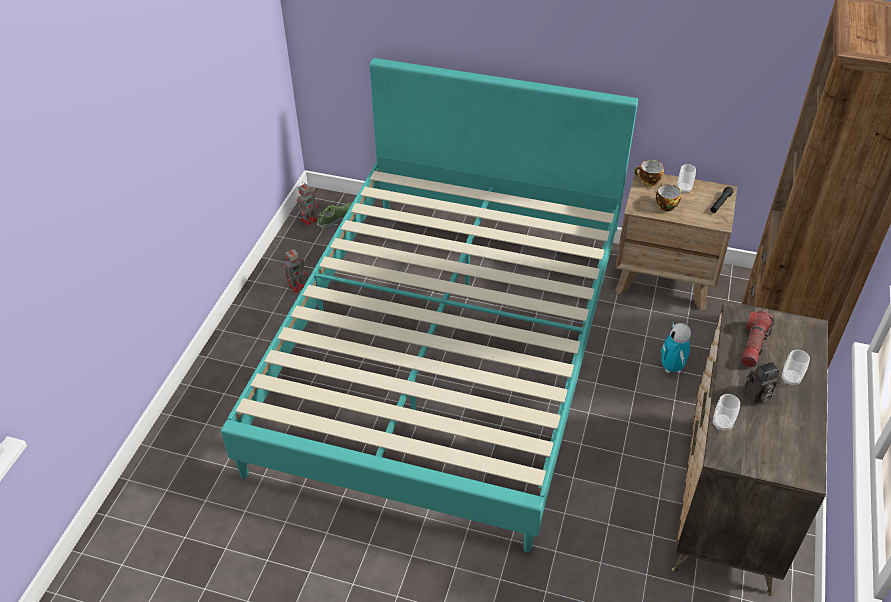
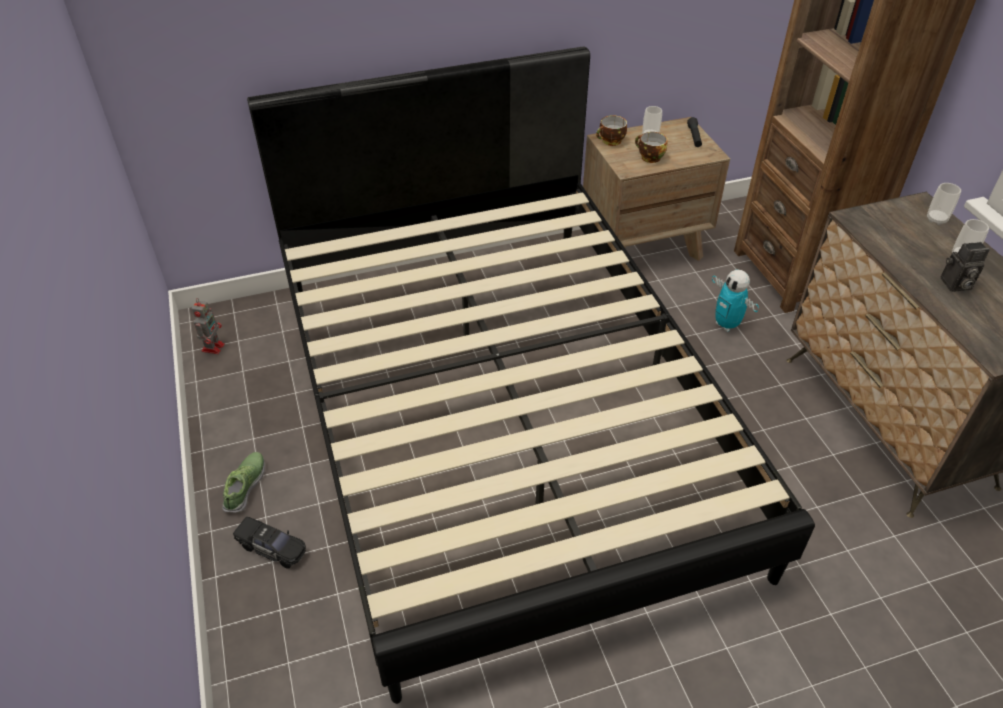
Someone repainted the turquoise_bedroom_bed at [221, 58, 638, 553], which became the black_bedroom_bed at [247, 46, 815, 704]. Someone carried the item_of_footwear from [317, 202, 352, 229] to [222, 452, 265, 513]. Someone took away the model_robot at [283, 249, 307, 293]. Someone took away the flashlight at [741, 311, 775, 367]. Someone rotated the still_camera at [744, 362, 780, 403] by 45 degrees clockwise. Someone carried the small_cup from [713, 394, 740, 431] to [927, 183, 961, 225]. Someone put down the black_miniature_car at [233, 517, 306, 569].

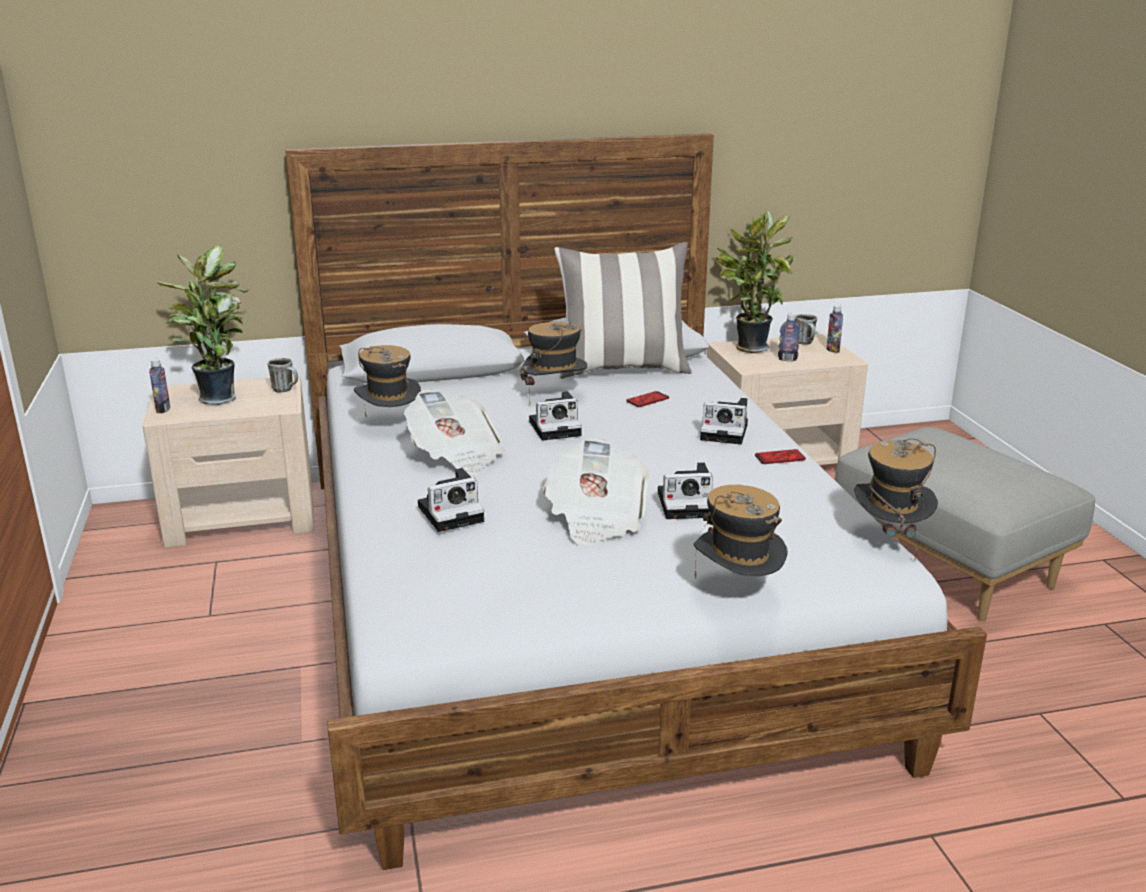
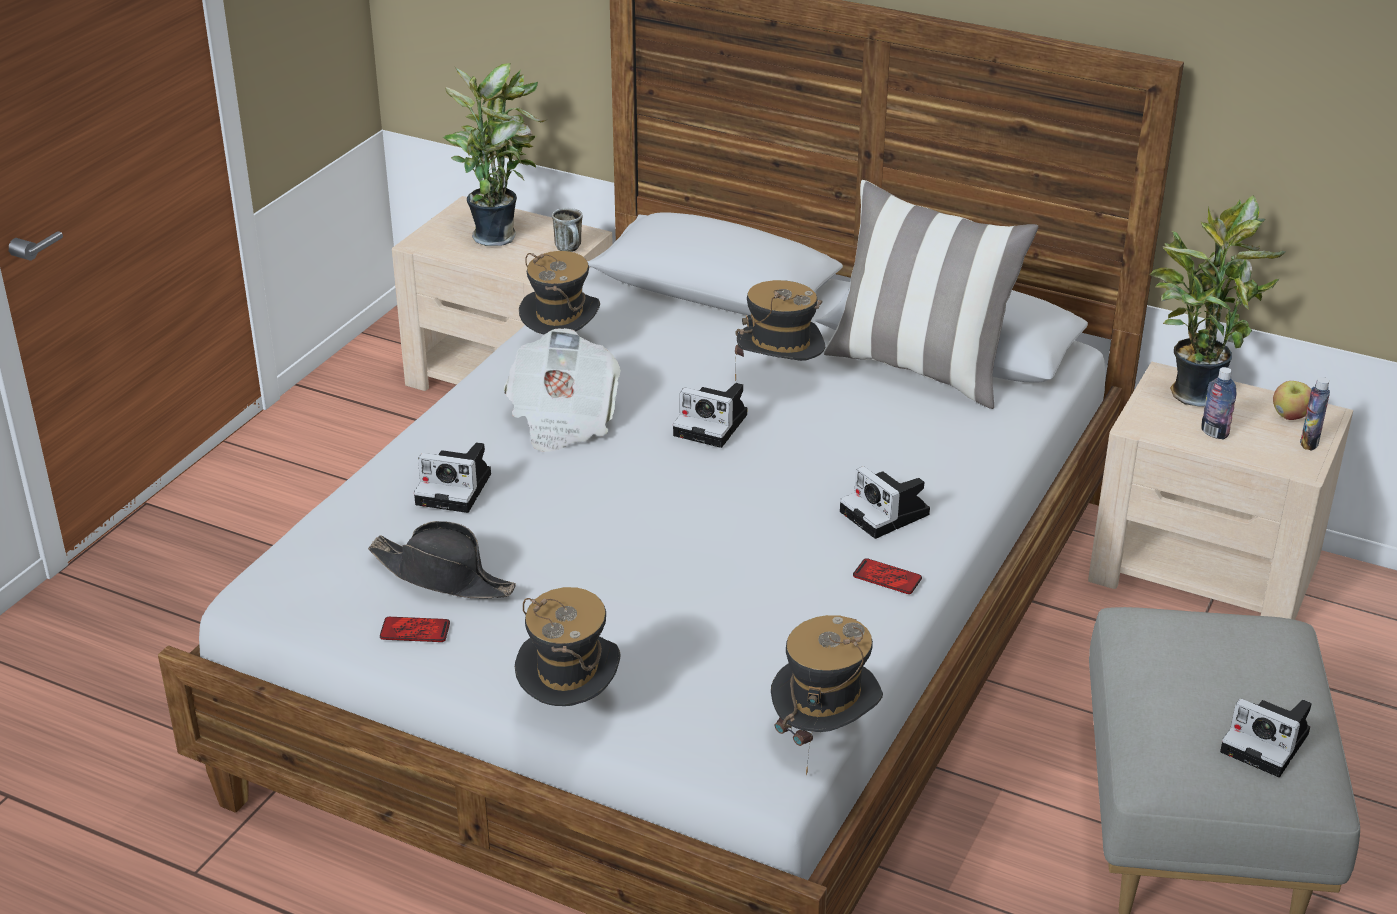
Someone swapped the tea_mug at [795, 314, 817, 345] for the apple_fruit at [1273, 381, 1311, 420]. Someone took away the bottle at [149, 359, 171, 413]. Someone carried the telephone from [626, 391, 669, 407] to [380, 617, 450, 642]. Someone took away the daily_paper at [543, 438, 649, 545]. Someone carried the still_camera from [658, 462, 713, 519] to [1220, 699, 1312, 777]. Someone put down the black_wearable_hat at [368, 521, 516, 598].

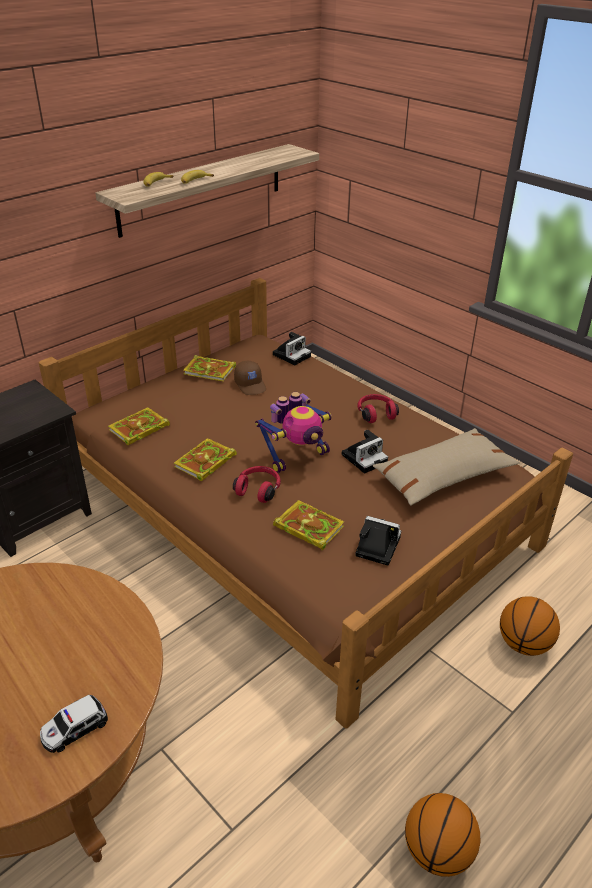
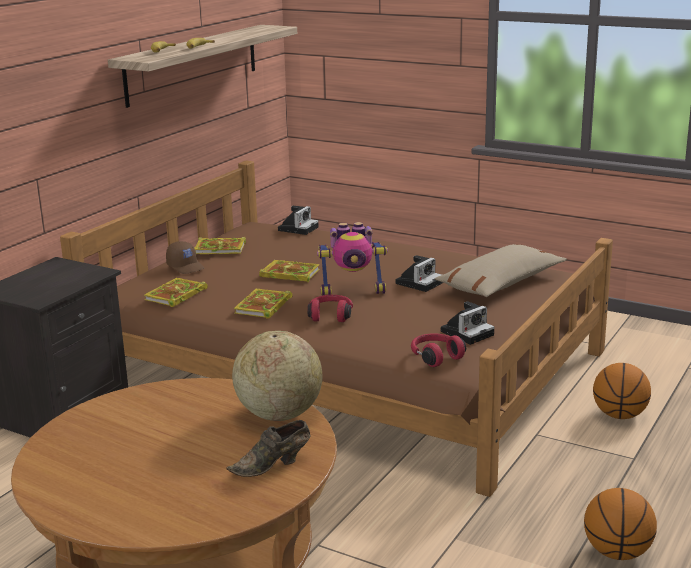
Someone carried the brown_cap from [234, 361, 266, 395] to [166, 241, 204, 274]. Someone rotated the model_robot at [255, 392, 332, 473] by 45 degrees clockwise. Someone carried the red_headset from [358, 394, 399, 423] to [411, 333, 466, 367]. Someone carried the volume from [273, 500, 344, 550] to [259, 260, 320, 282]. Someone rotated the still_camera at [355, 516, 401, 566] by 135 degrees clockwise. Someone swapped the miniature_car at [40, 695, 108, 753] for the brown_item_of_footwear at [226, 420, 310, 477]. Someone put down the globe at [232, 331, 322, 421].

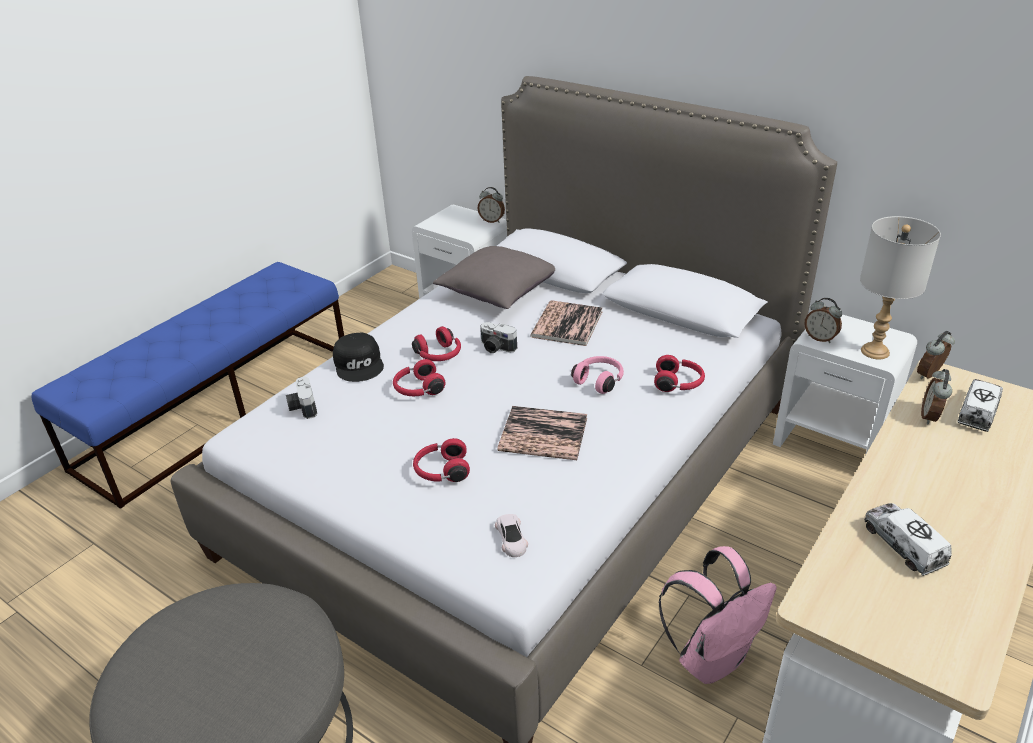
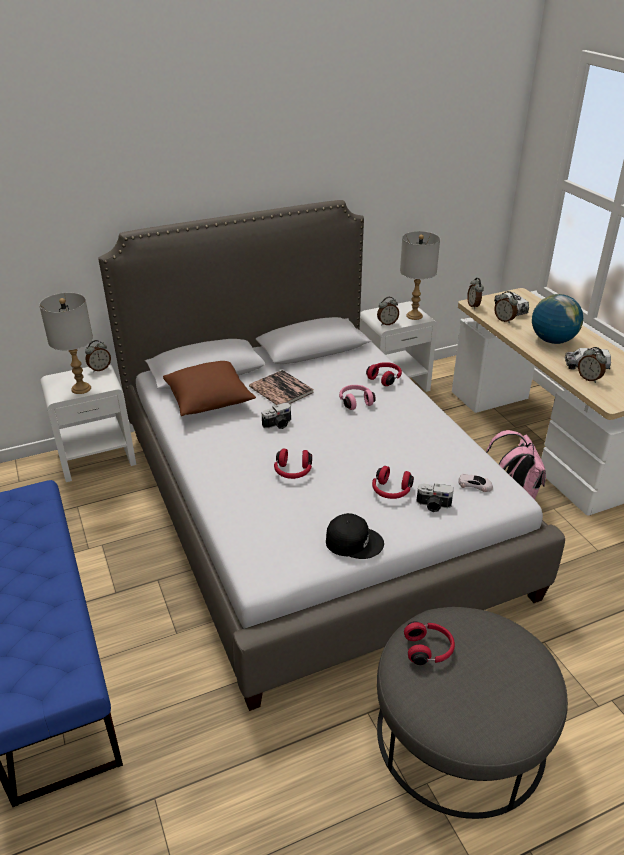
Someone repainted the greyish_cushion at [433, 246, 555, 309], which became the brown_cushion at [163, 361, 256, 416]. Someone carried the red_headset from [412, 326, 461, 361] to [404, 621, 455, 665]. Someone carried the black_cap from [333, 333, 384, 382] to [326, 513, 384, 559]. Someone carried the still_camera from [286, 376, 318, 419] to [416, 483, 454, 512]. Someone took away the volume at [497, 406, 587, 460]. Someone put down the greyish_table_lamp at [39, 292, 93, 394]. Someone put down the globe at [532, 294, 583, 344]. Someone put down the alarm_clock at [578, 347, 607, 383].

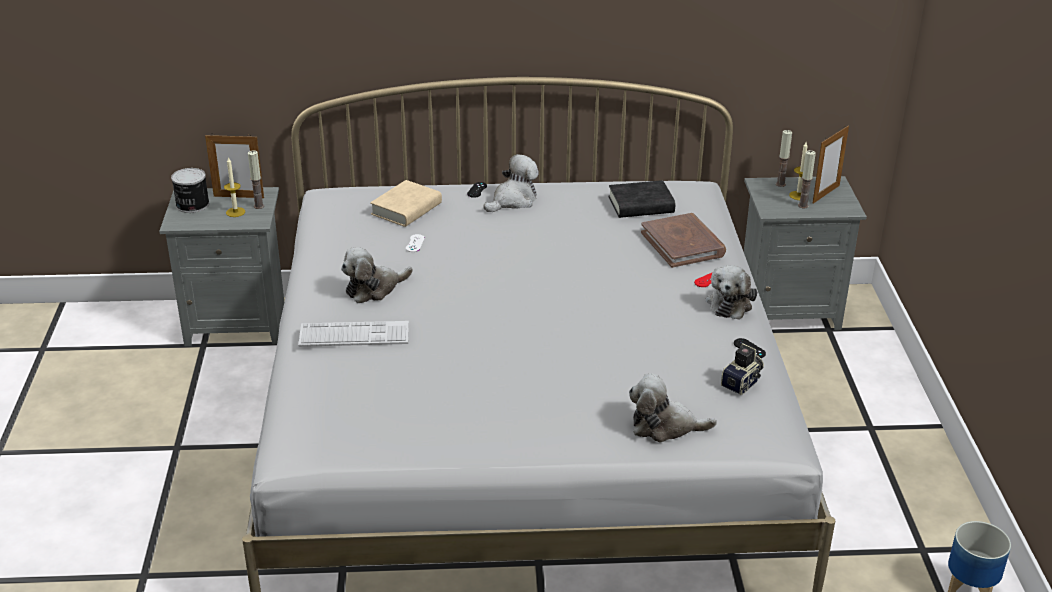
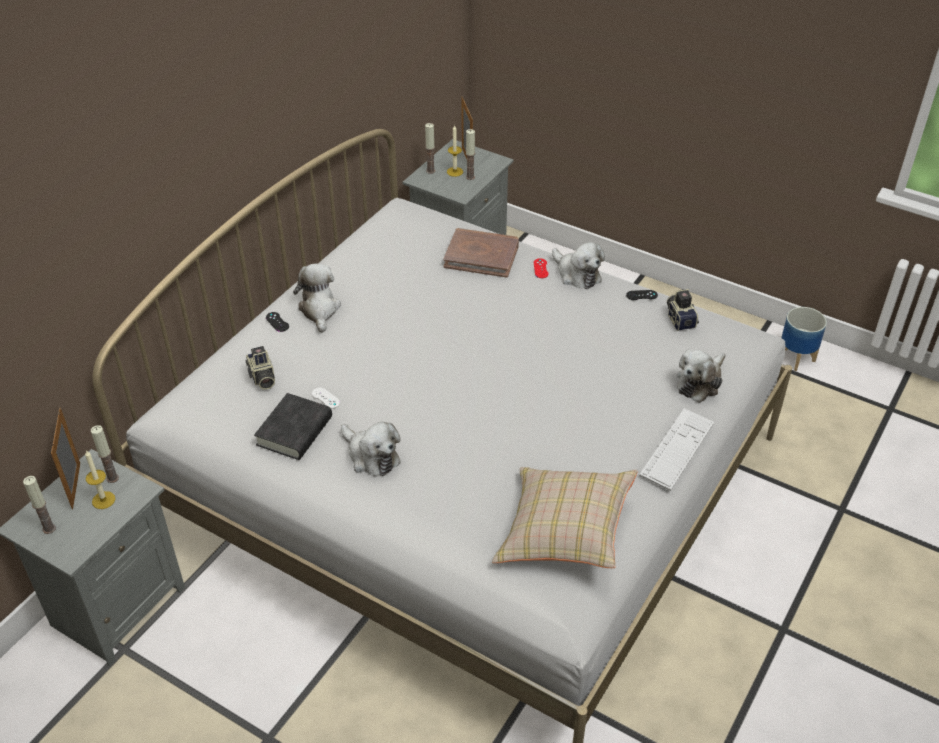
Someone rotated the photo_frame at [205, 133, 264, 198] by 135 degrees clockwise. Someone swapped the sealed_can at [171, 168, 210, 213] for the candle at [23, 476, 56, 534]. Someone swapped the sand-coloured_volume at [370, 180, 442, 227] for the still_camera at [245, 346, 275, 390]. Someone carried the black_volume from [608, 180, 675, 218] to [254, 393, 332, 460]. Someone rotated the cuddly_toy at [341, 247, 413, 303] by 45 degrees counterclockwise. Someone carried the computer_keyboard from [298, 321, 409, 347] to [639, 409, 714, 491]. Someone put down the sand-coloured_cushion at [492, 467, 637, 568].

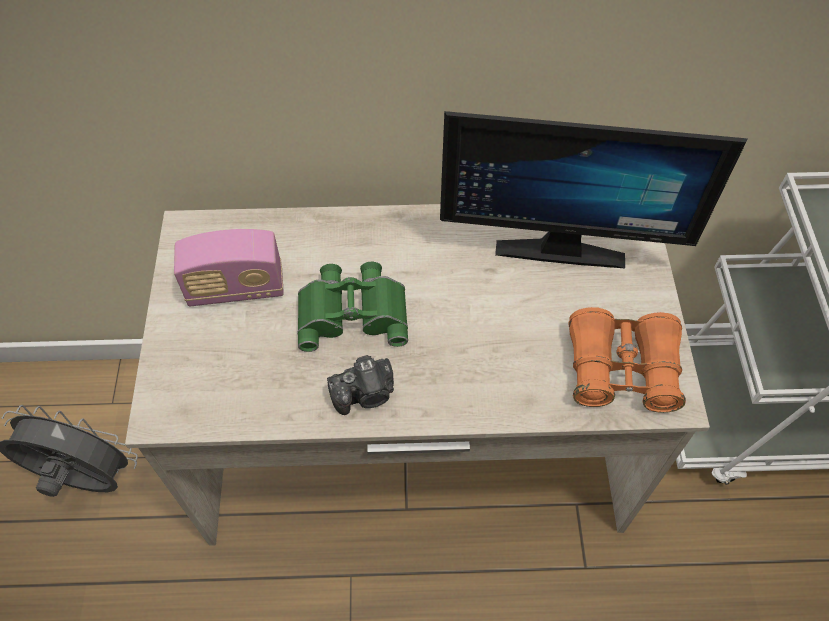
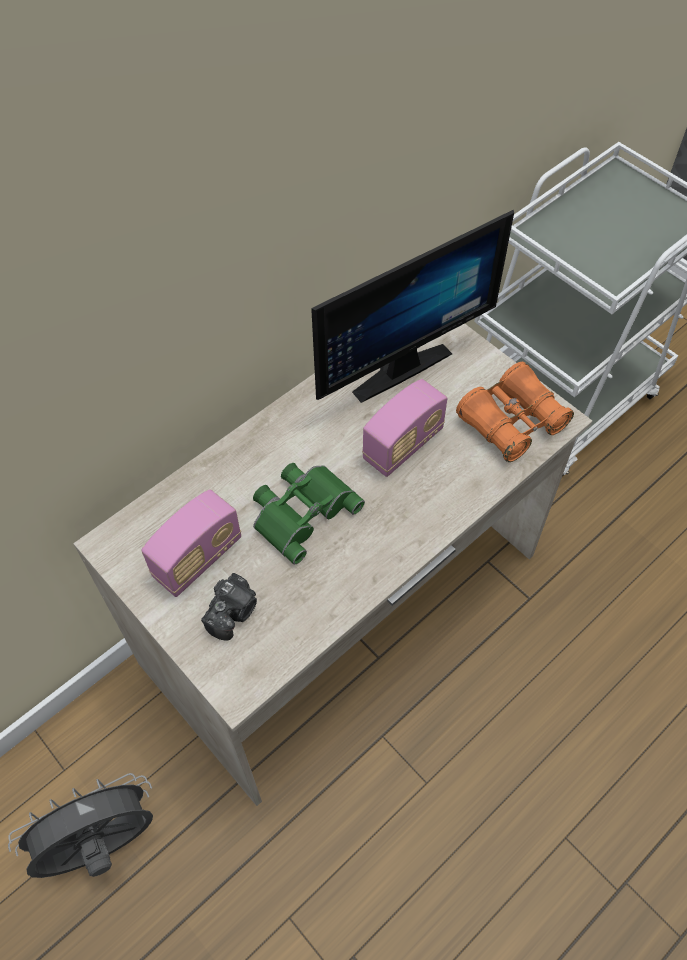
Someone carried the still_camera from [327, 355, 394, 415] to [201, 573, 257, 641]. Someone put down the radio_set at [362, 379, 448, 477].

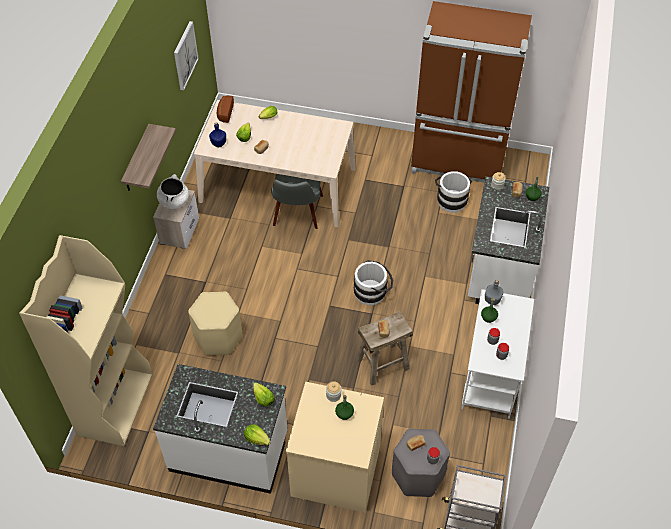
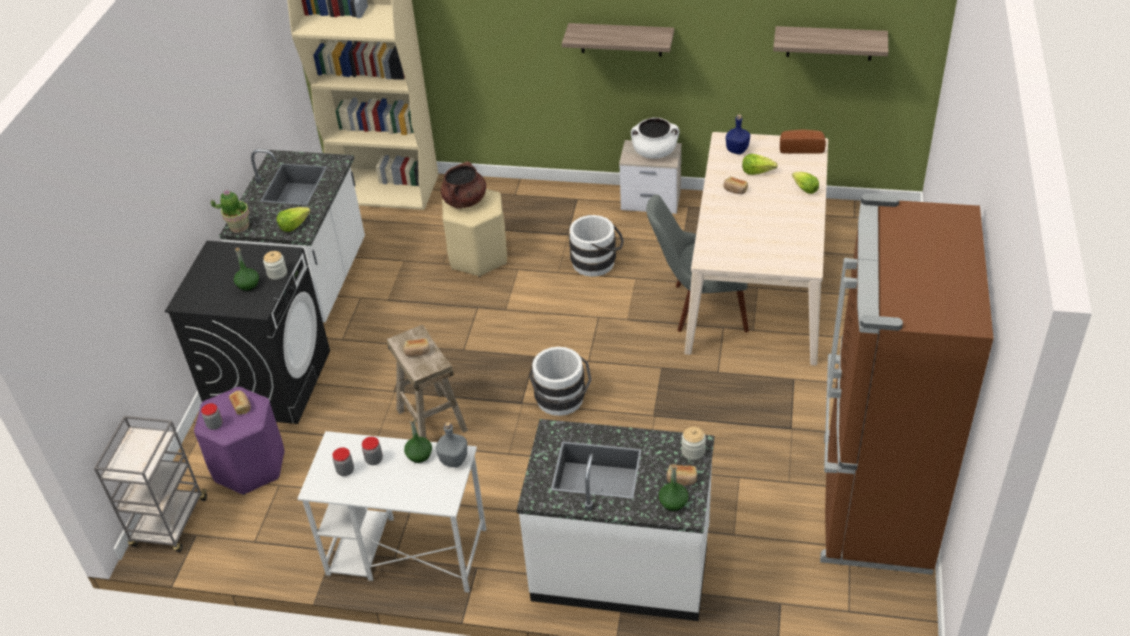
Someone swapped the wall_art at [174, 21, 199, 90] for the wall_shelf at [773, 26, 888, 61]. Someone carried the white_bucket from [435, 171, 472, 213] to [569, 215, 624, 277]. Someone repainted the sand-coloured_laundry_machine at [286, 382, 384, 513], which became the black_laundry_machine at [165, 241, 330, 424]. Someone swapped the lettuce_head at [244, 425, 271, 445] for the potted_plant at [211, 190, 249, 233]. Someone repainted the greyish_stool at [392, 429, 450, 497], which became the purplish_stool at [194, 387, 284, 495]. Someone put down the brown_stockpot at [441, 161, 486, 209].

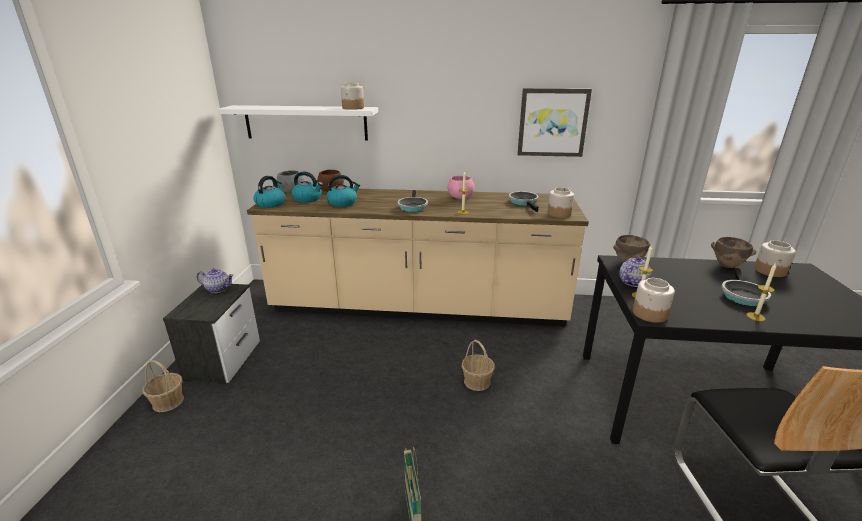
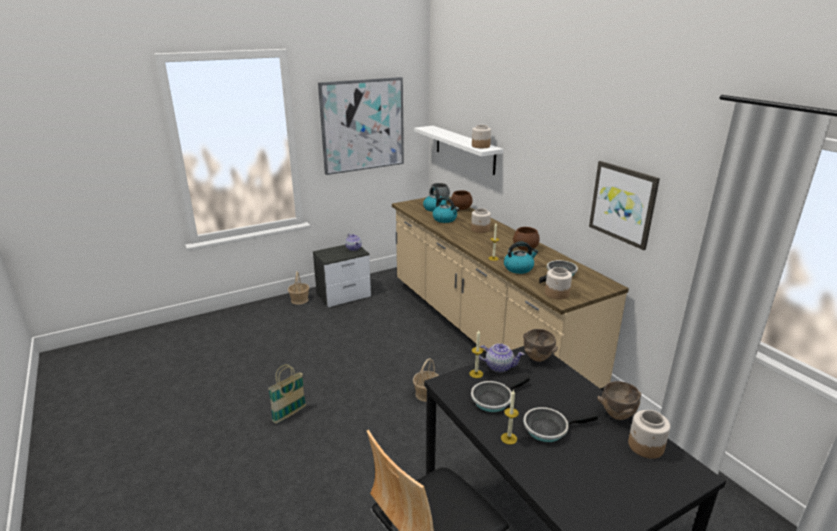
Someone carried the kettle from [254, 176, 285, 208] to [504, 242, 538, 274]. Someone repainted the pink_bowl at [448, 176, 475, 199], which became the brown_bowl at [513, 227, 540, 251]. Someone carried the skillet from [398, 190, 428, 212] to [471, 375, 530, 412]. Someone carried the jar from [633, 278, 675, 323] to [471, 208, 491, 233]. Someone put up the wall_art at [318, 77, 404, 175].

